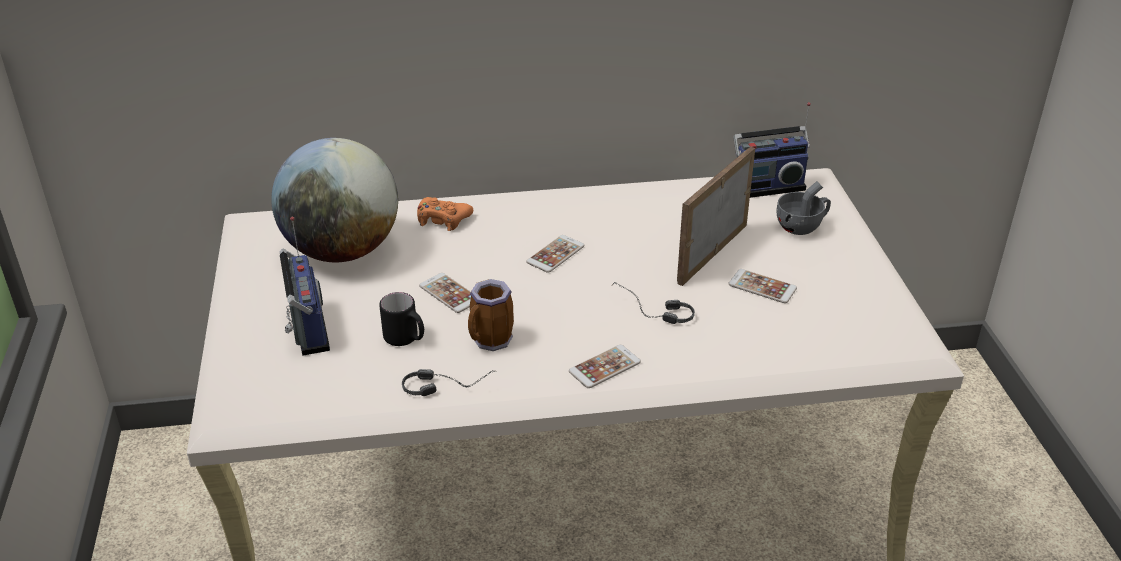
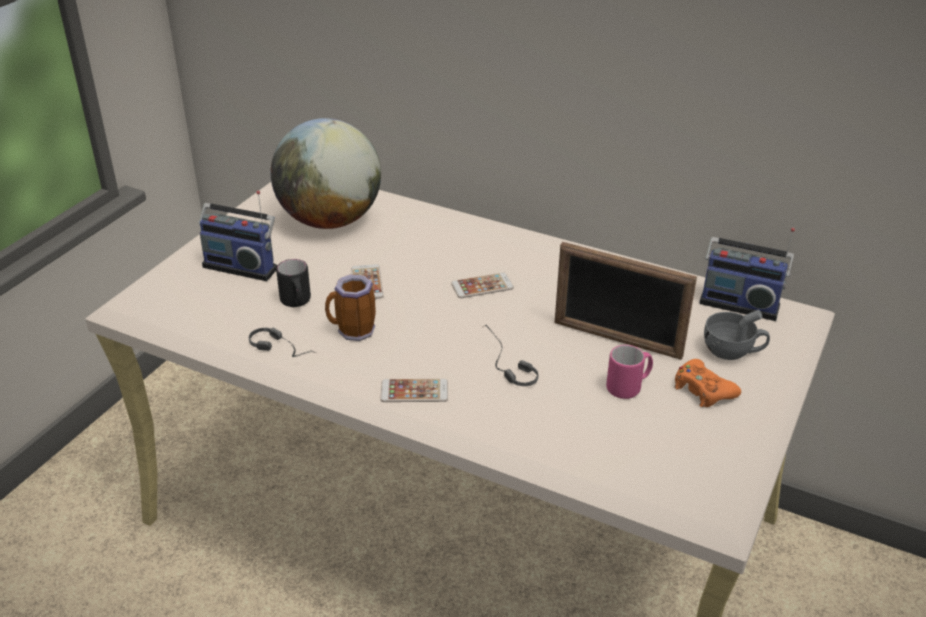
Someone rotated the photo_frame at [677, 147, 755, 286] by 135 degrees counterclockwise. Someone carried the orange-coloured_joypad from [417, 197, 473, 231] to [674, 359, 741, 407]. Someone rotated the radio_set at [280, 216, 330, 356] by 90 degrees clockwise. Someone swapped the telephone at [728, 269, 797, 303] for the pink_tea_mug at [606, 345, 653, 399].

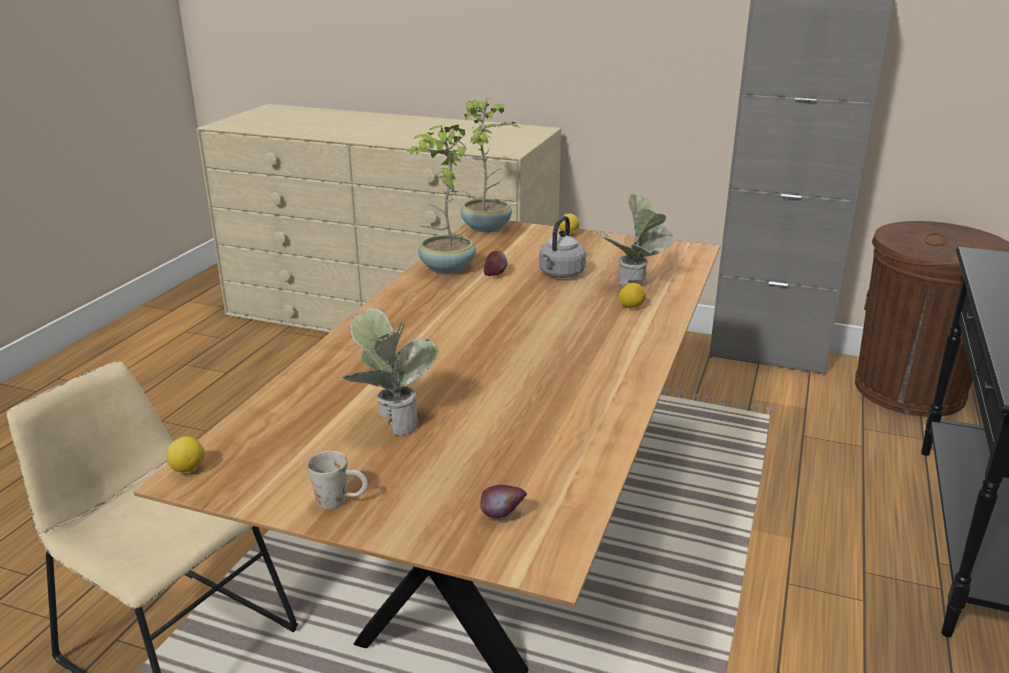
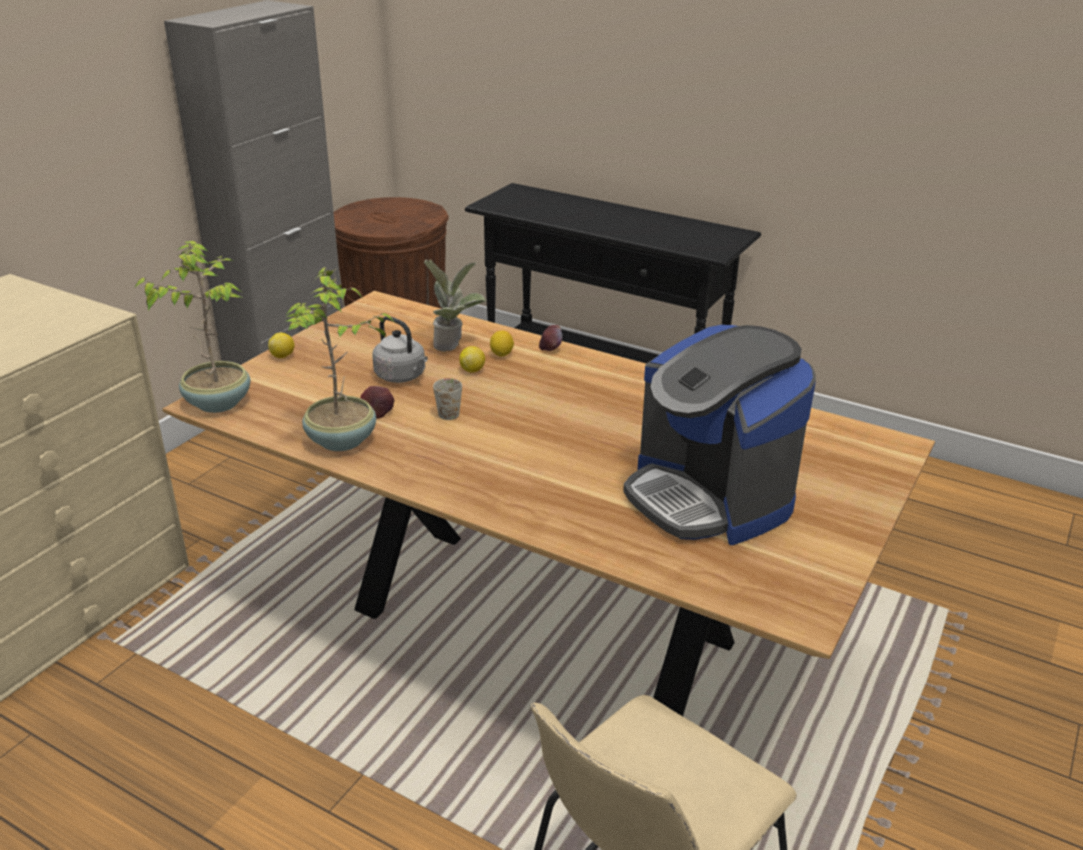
Someone swapped the potted_plant at [342, 308, 439, 436] for the coffee_machine at [623, 325, 816, 545]. Someone carried the whole_lemon from [167, 436, 205, 472] to [459, 346, 485, 373]. Someone carried the white_tea_mug from [307, 451, 368, 509] to [433, 378, 462, 420]. Someone carried the apple_fruit from [480, 485, 527, 518] to [539, 325, 563, 351].

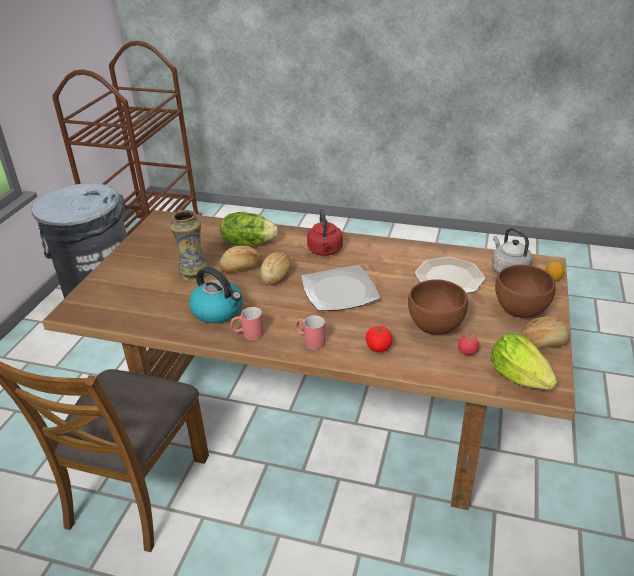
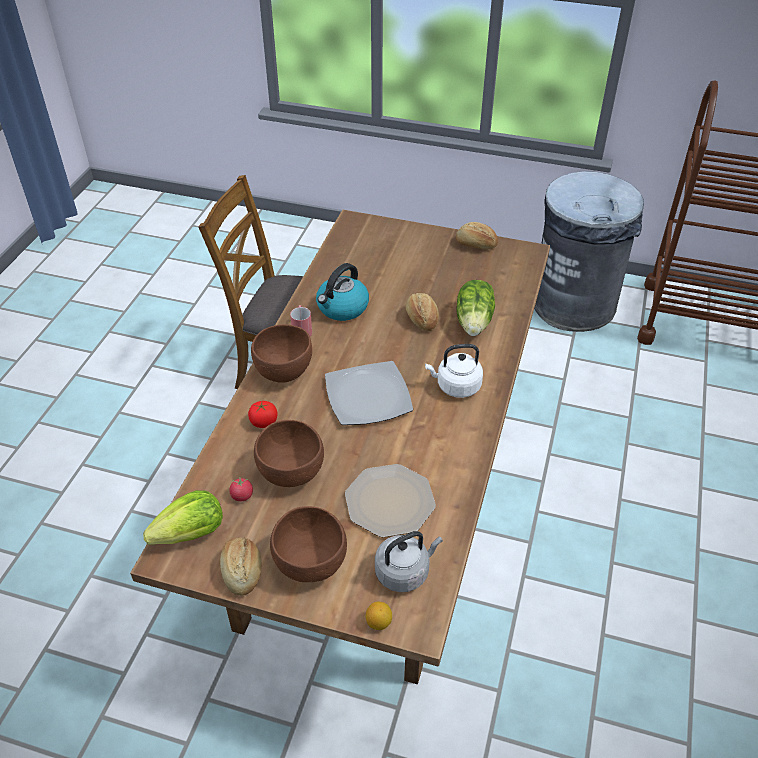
Someone repainted the red_kettle at [307, 208, 343, 256], which became the white_kettle at [425, 344, 483, 398]. Someone took away the flower_vase at [169, 210, 207, 282]. Someone carried the bread from [260, 252, 292, 285] to [456, 222, 498, 249]. Someone swapped the red_tea_mug at [295, 315, 326, 349] for the brown_bowl at [251, 325, 312, 383].

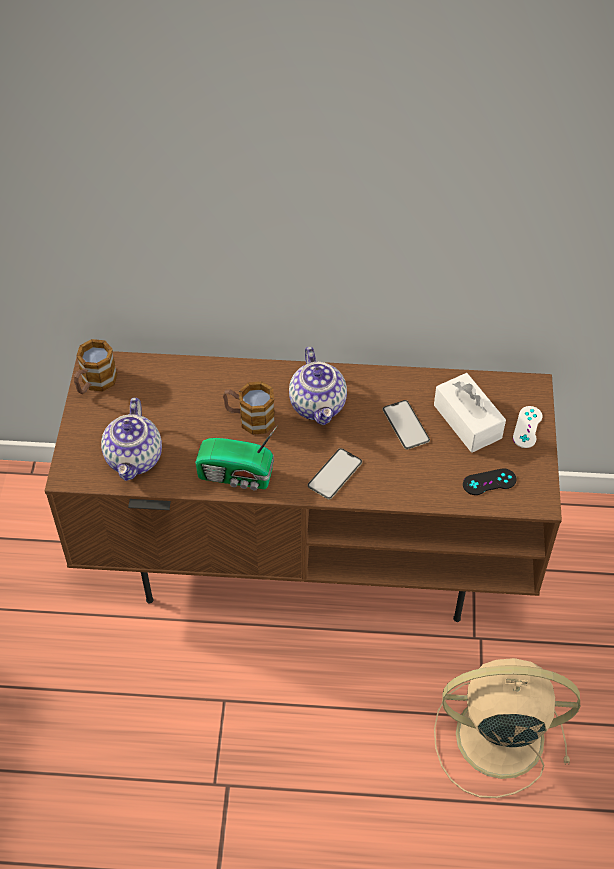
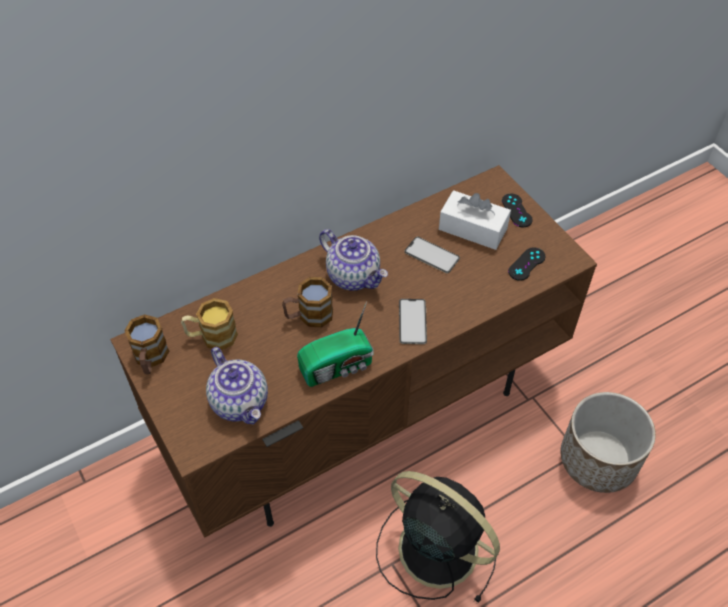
Someone repainted the white_joypad at [513, 406, 542, 448], which became the black_joypad at [502, 193, 533, 227]. Someone swapped the sand-coloured_electric_fan at [434, 658, 580, 798] for the plant_pot at [561, 392, 656, 493]. Someone put down the tea_mug at [181, 298, 238, 350]. Someone put down the black_electric_fan at [376, 471, 500, 604].

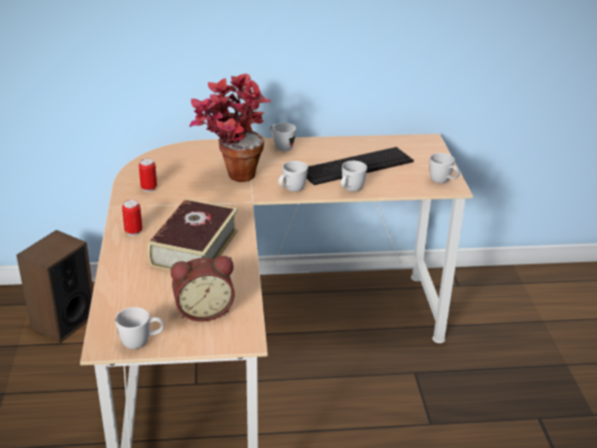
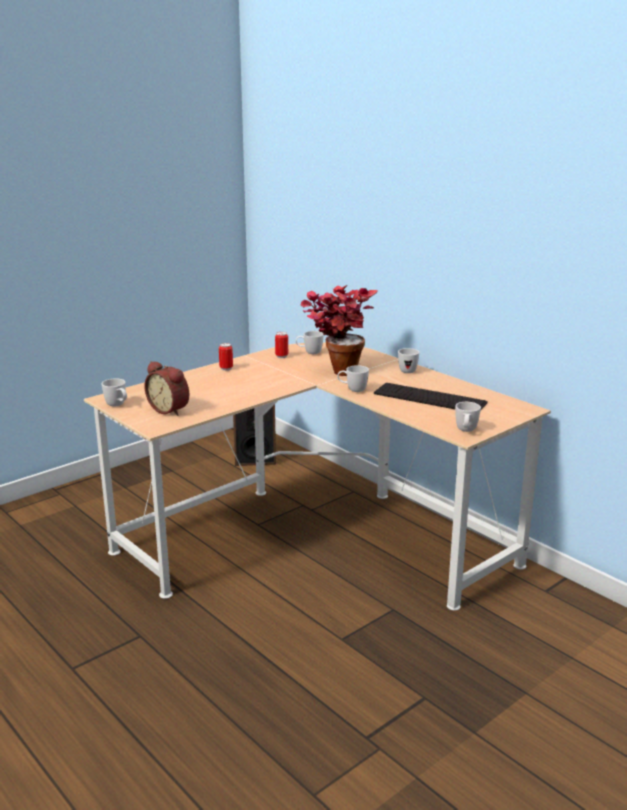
Someone carried the white_tea_mug from [341, 161, 367, 192] to [296, 331, 324, 354]. Someone took away the volume at [148, 199, 238, 270].

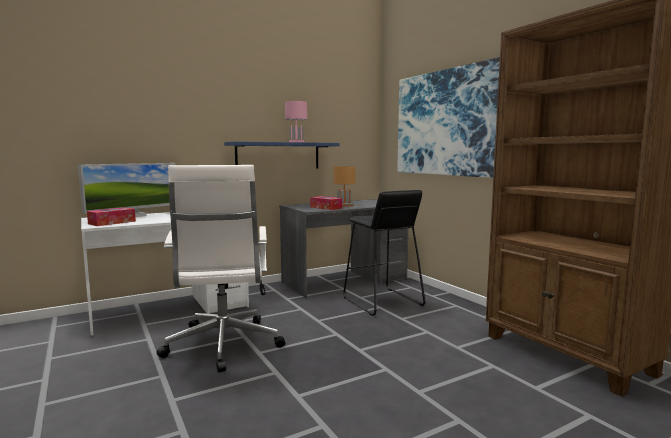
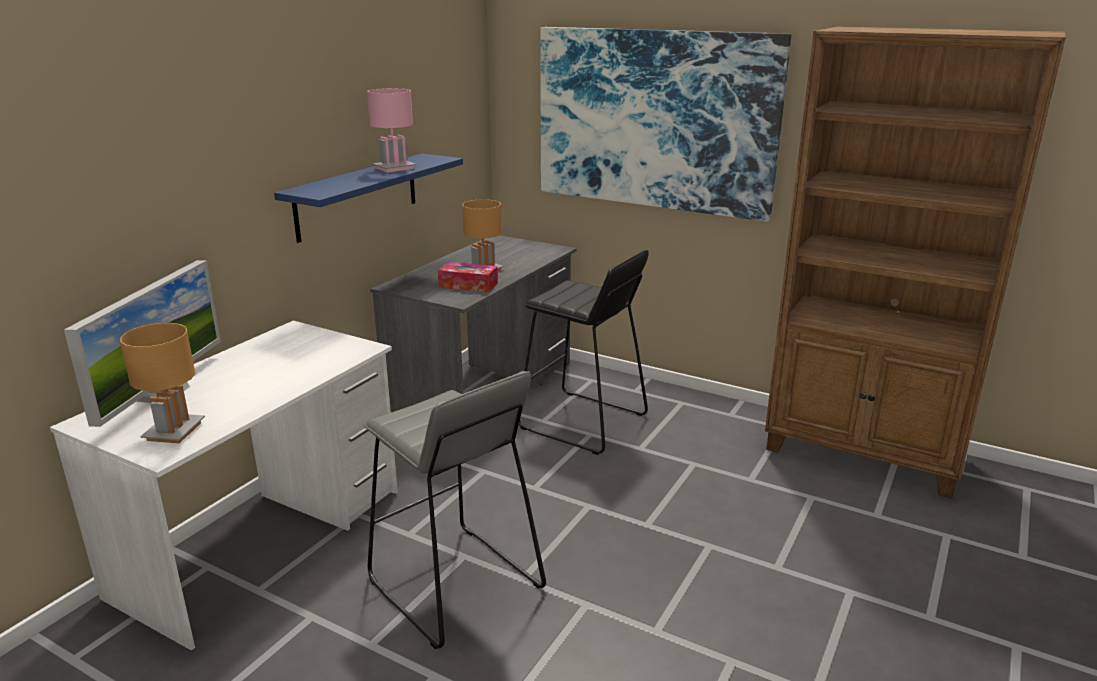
Someone swapped the white_computer_chair at [157, 165, 285, 373] for the greyish_stool at [364, 371, 546, 649]. Someone swapped the tissue_holder at [87, 207, 136, 226] for the brown_table_lamp at [120, 323, 205, 443].

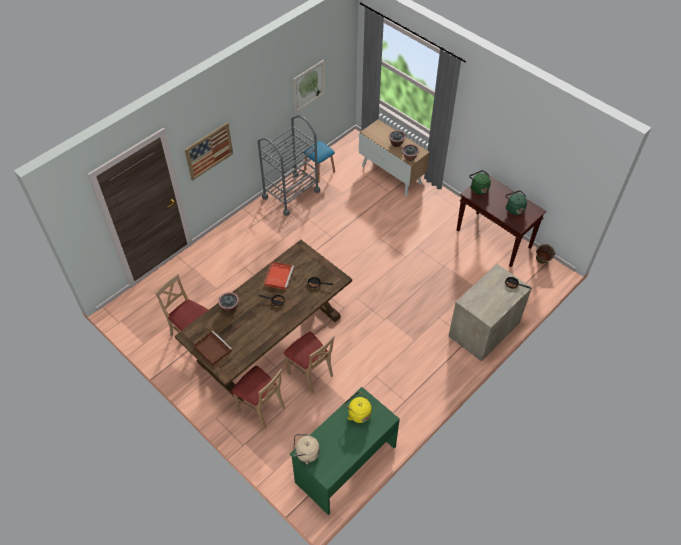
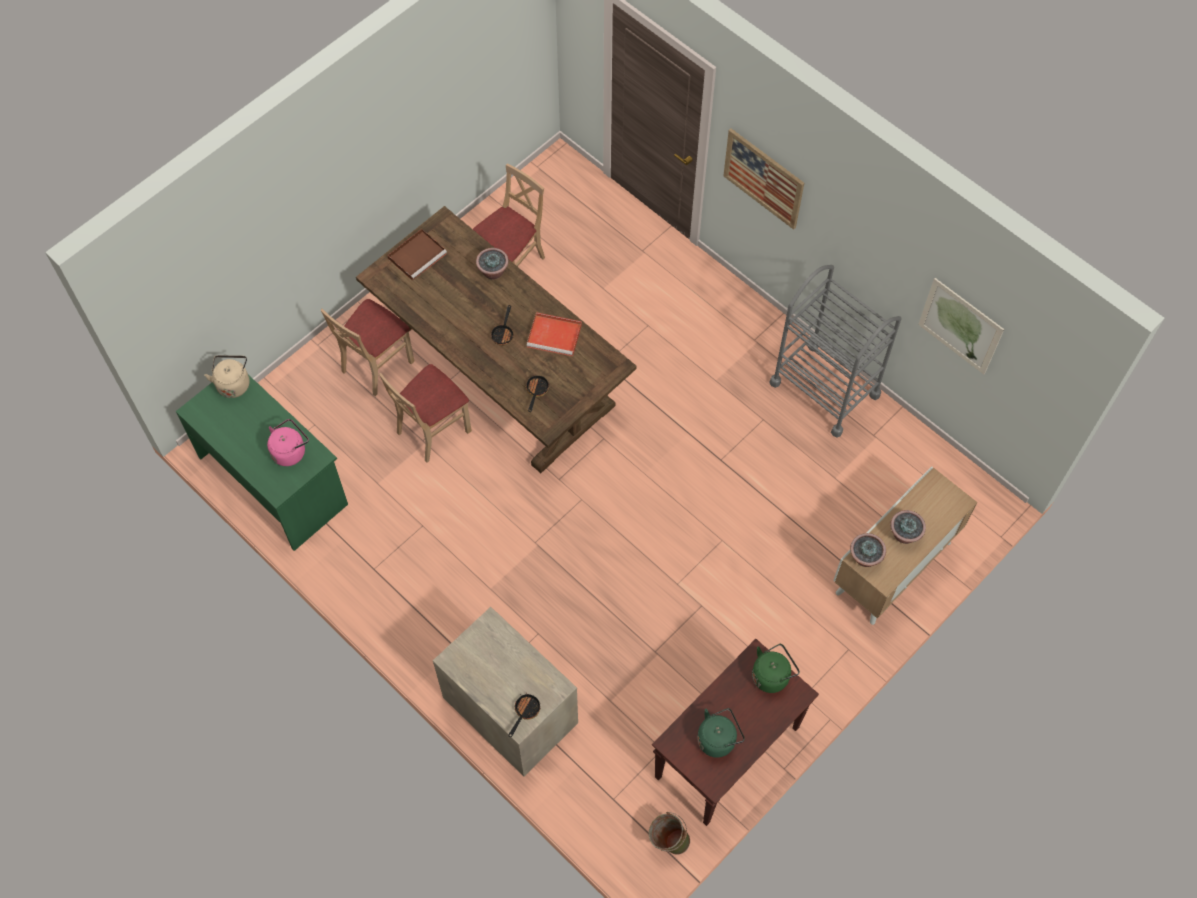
Someone took away the blue_stool at [304, 141, 335, 183]. Someone repainted the yellow-coloured_kettle at [344, 392, 372, 423], which became the pink_kettle at [267, 419, 309, 466].

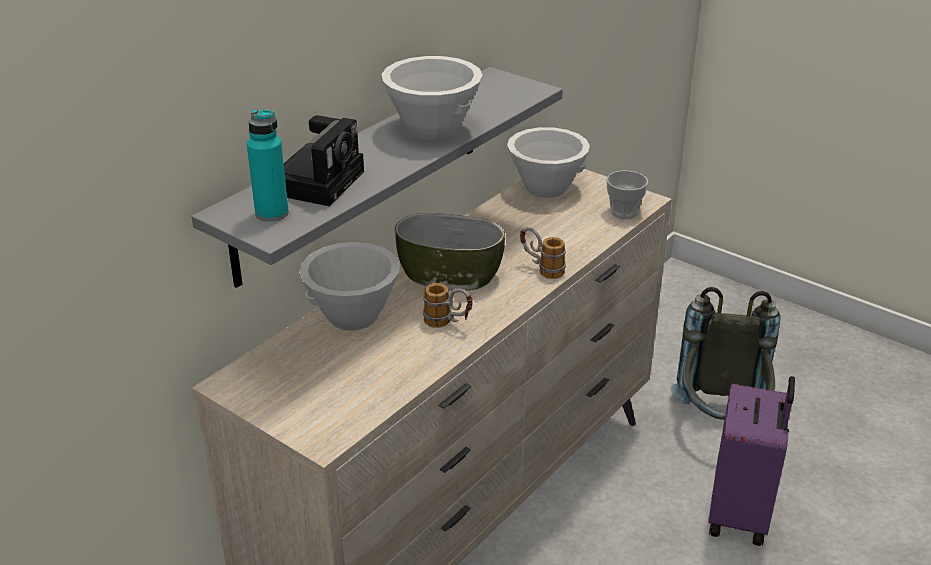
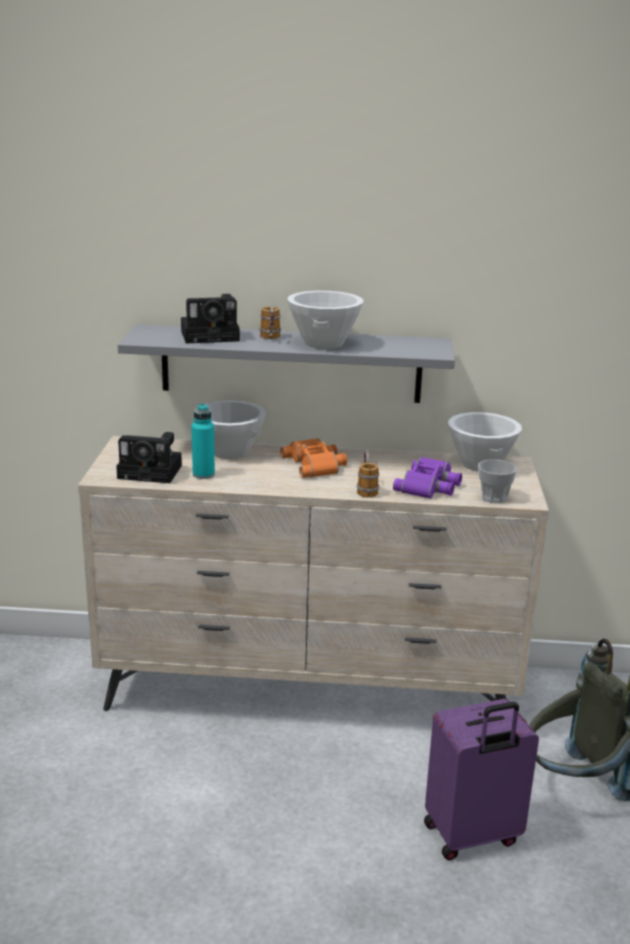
Someone carried the turquoise_bottle from [247, 109, 289, 222] to [191, 403, 215, 479]. Someone swapped the bowl at [395, 213, 505, 291] for the orange-coloured_binoculars at [280, 438, 347, 478]. Someone carried the tea_mug from [423, 283, 473, 328] to [260, 306, 281, 339]. Someone put down the still_camera at [116, 432, 182, 483]. Someone put down the purplish_binoculars at [393, 457, 462, 499].

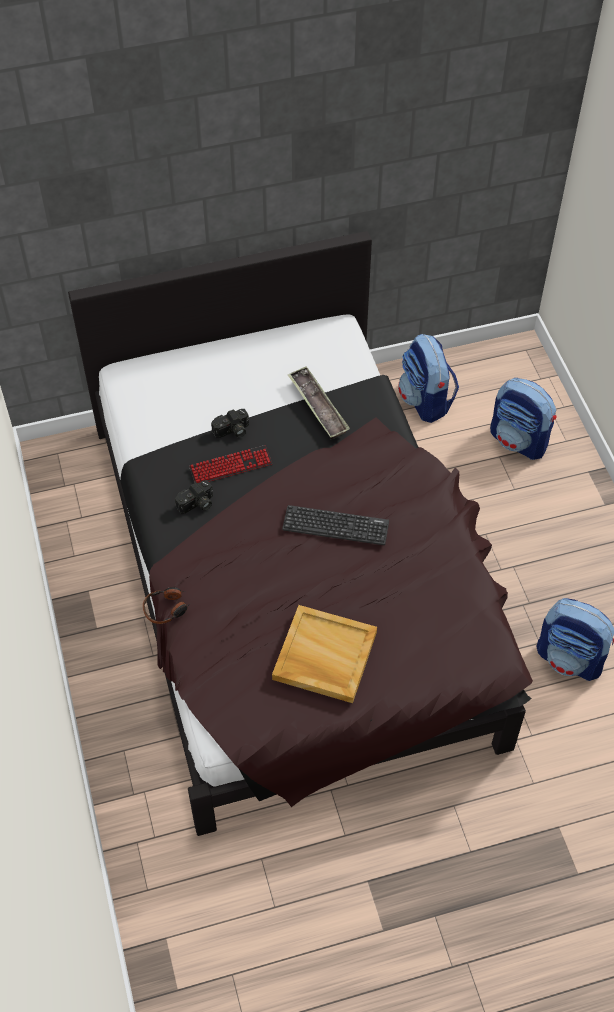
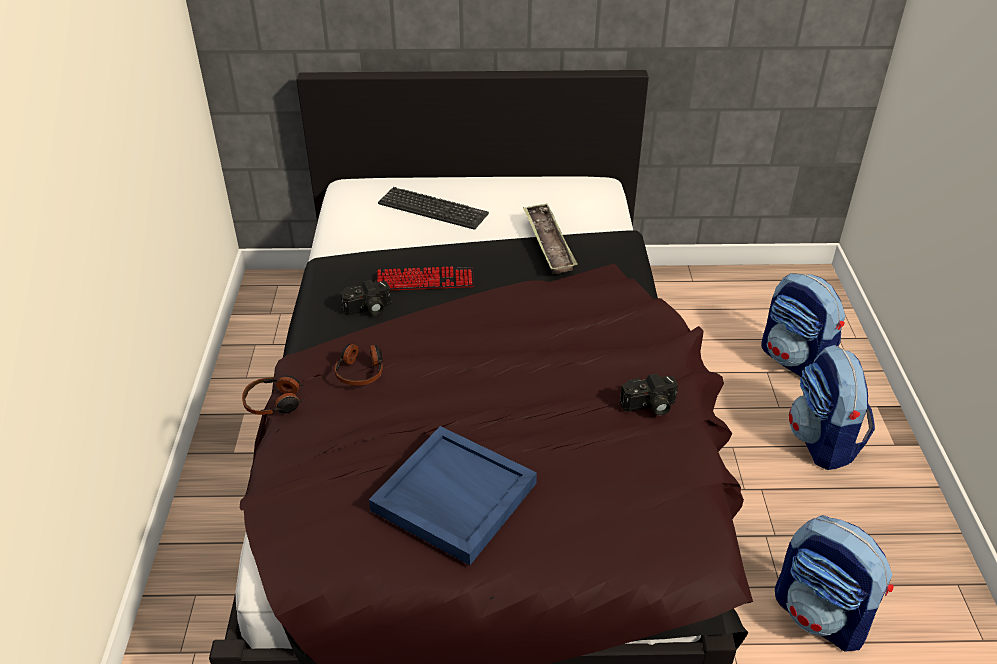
Someone carried the knapsack from [398, 333, 459, 423] to [789, 345, 875, 470]. Someone carried the still_camera from [211, 409, 249, 438] to [620, 374, 678, 415]. Someone carried the computer_keyboard from [282, 505, 389, 545] to [378, 187, 489, 230]. Someone repainted the sand-coloured_tray at [272, 605, 377, 703], which became the blue_tray at [369, 426, 537, 565]. Someone put down the headset at [335, 344, 383, 385].

